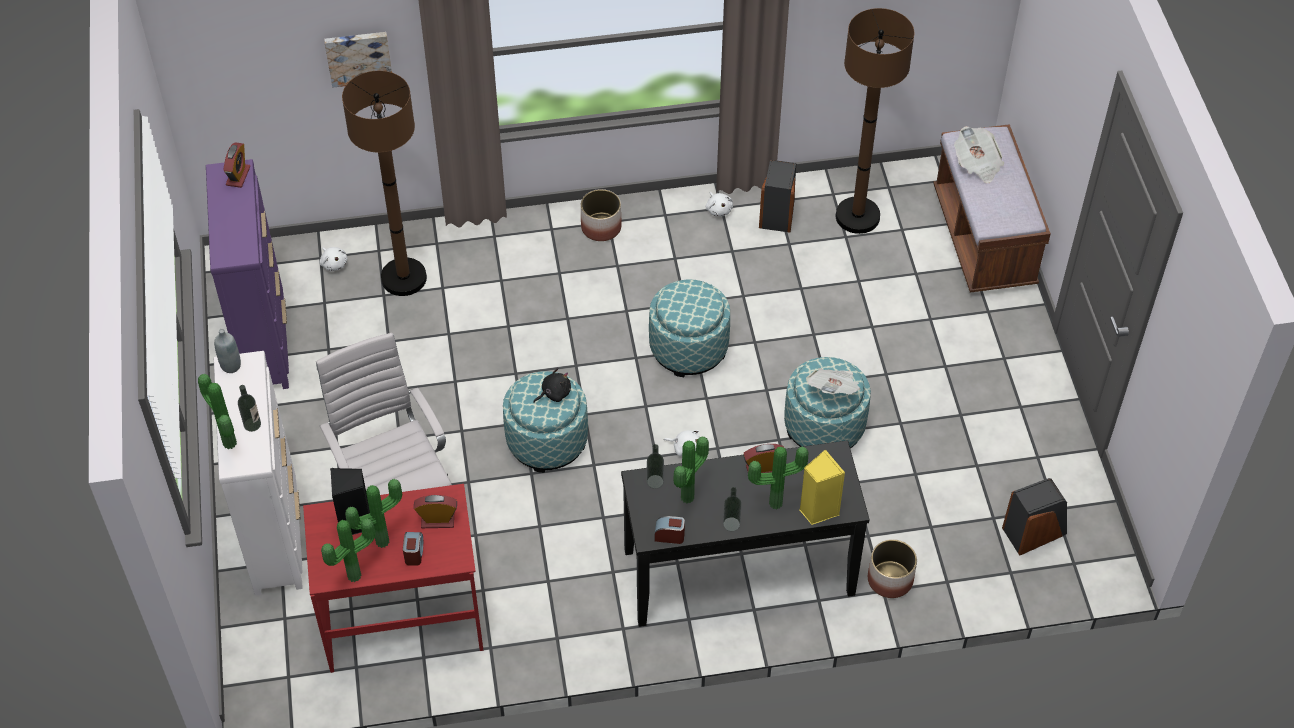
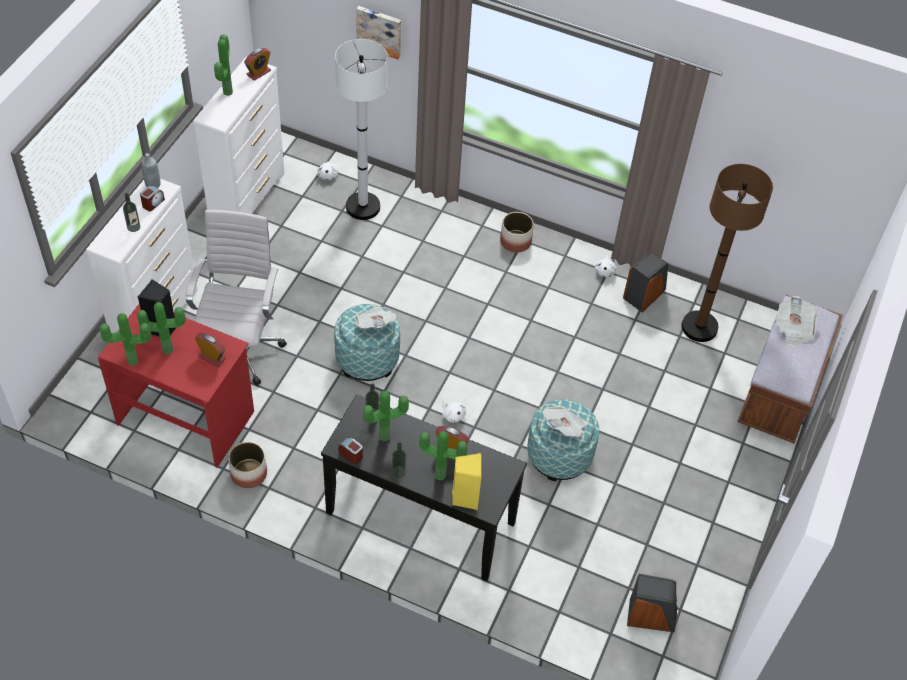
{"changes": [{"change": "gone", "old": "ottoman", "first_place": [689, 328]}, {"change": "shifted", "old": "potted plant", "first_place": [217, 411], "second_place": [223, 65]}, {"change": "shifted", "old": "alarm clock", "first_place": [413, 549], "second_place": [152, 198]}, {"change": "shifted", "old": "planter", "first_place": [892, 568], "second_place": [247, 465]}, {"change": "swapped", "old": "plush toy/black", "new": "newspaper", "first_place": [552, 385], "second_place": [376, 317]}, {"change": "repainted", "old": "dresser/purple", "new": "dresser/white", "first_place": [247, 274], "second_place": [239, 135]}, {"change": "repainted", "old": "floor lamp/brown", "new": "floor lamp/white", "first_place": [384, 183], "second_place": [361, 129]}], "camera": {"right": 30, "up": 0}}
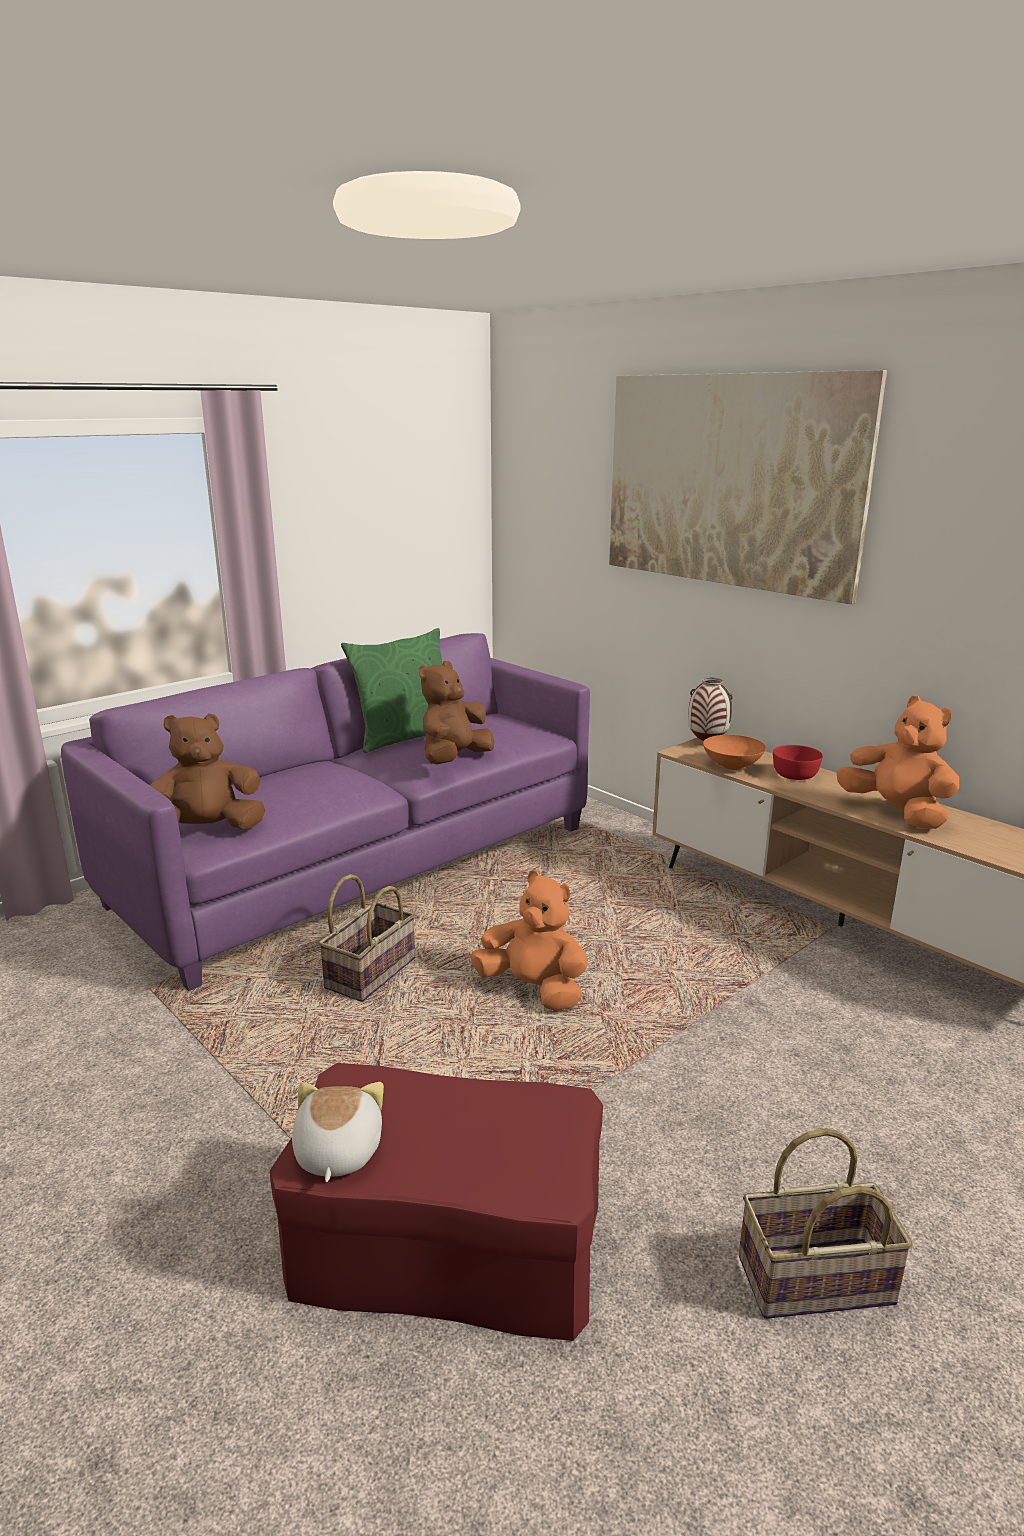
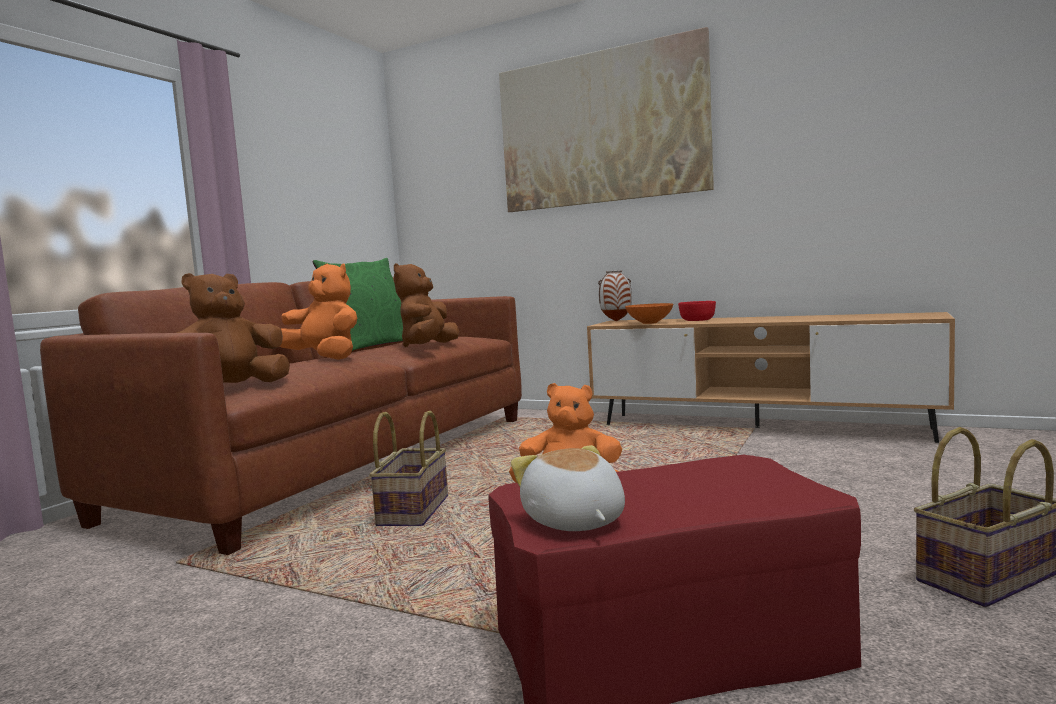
{"changes": [{"change": "shifted", "old": "plush toy/orange", "first_place": [897, 762], "second_place": [318, 311]}, {"change": "repainted", "old": "sofa/purple", "new": "sofa/brown", "first_place": [325, 812], "second_place": [281, 416]}], "camera": {"right": -20, "up": -15}}
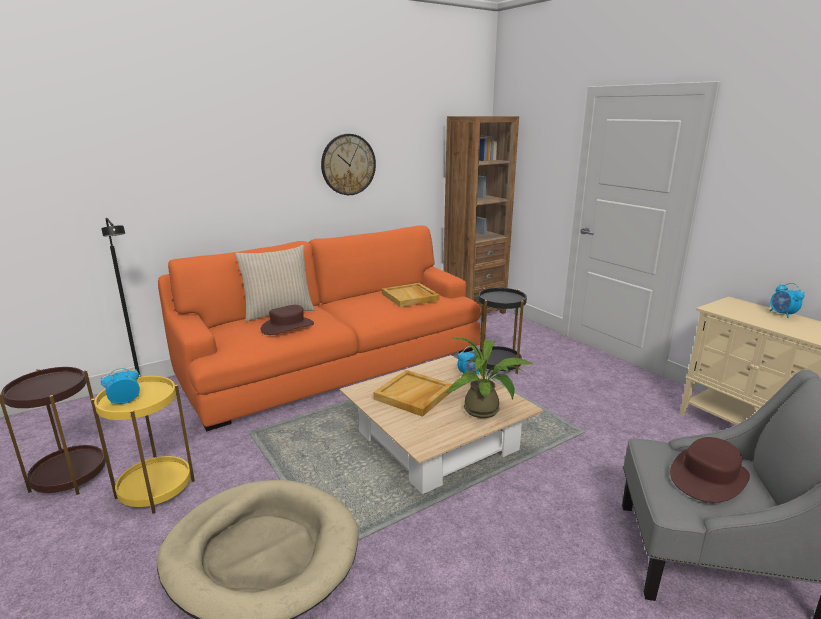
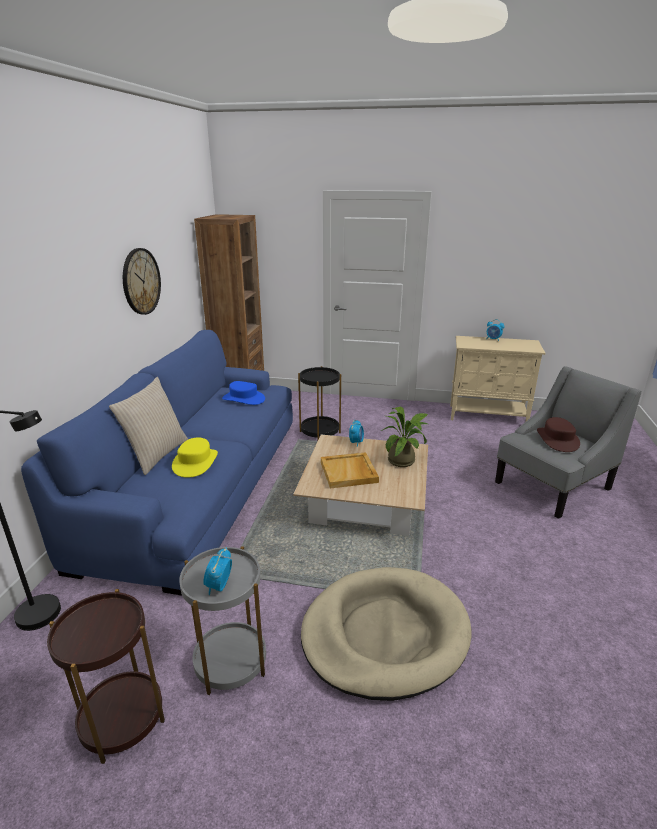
{"changes": [{"change": "swapped", "old": "tray/beige", "new": "hat/blue", "first_place": [411, 295], "second_place": [243, 393]}, {"change": "repainted", "old": "side table/yellow", "new": "side table/grey", "first_place": [143, 444], "second_place": [222, 620]}, {"change": "repainted", "old": "sofa/orange", "new": "sofa/blue", "first_place": [319, 328], "second_place": [157, 463]}, {"change": "repainted", "old": "hat/brown", "new": "hat/yellow", "first_place": [287, 320], "second_place": [195, 457]}], "camera": {"right": -45, "up": 5}}
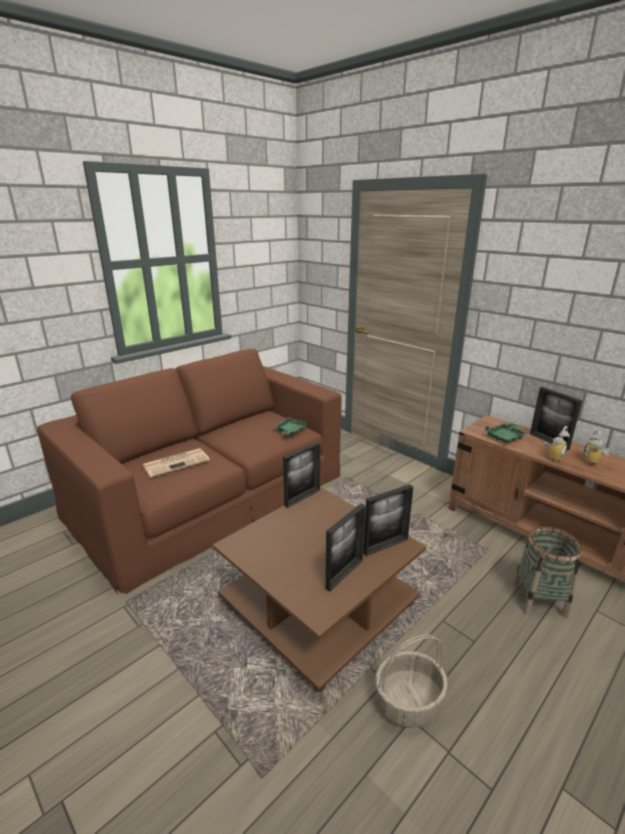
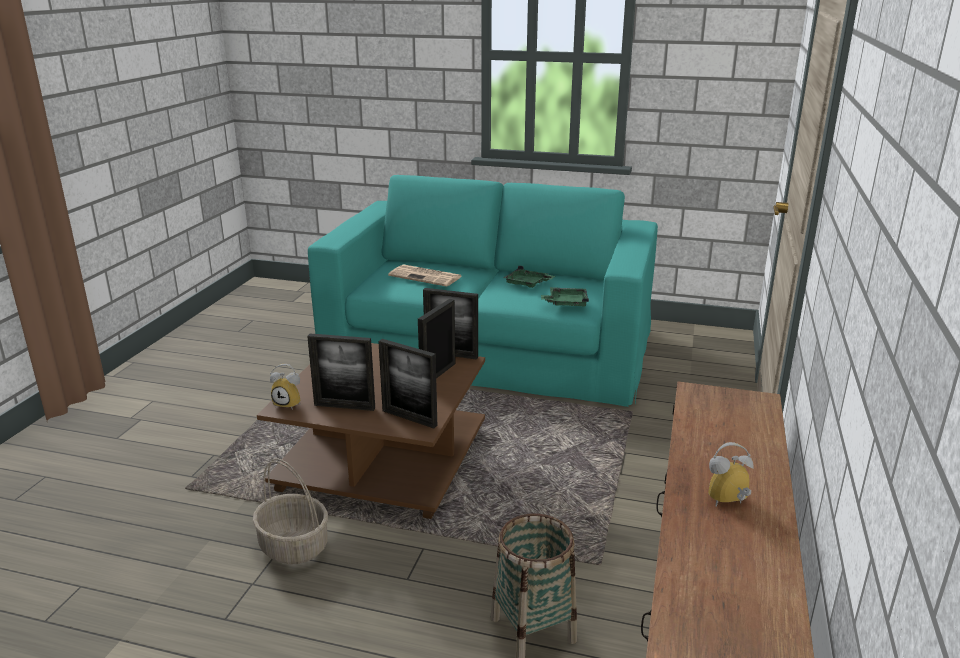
{"changes": [{"change": "shifted", "old": "tray/green", "first_place": [506, 432], "second_place": [529, 276]}, {"change": "shifted", "old": "picture frame", "first_place": [556, 418], "second_place": [437, 338]}, {"change": "shifted", "old": "alarm clock", "first_place": [557, 443], "second_place": [285, 386]}, {"change": "repainted", "old": "sofa/brown", "new": "sofa/turquoise", "first_place": [189, 471], "second_place": [483, 291]}], "camera": {"right": 60, "up": 0}}
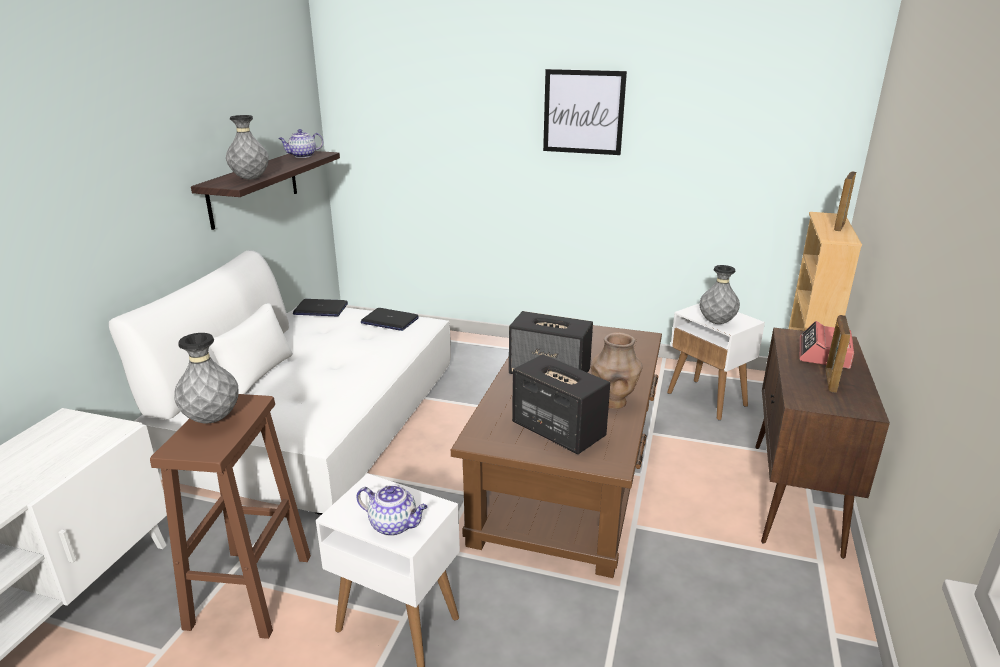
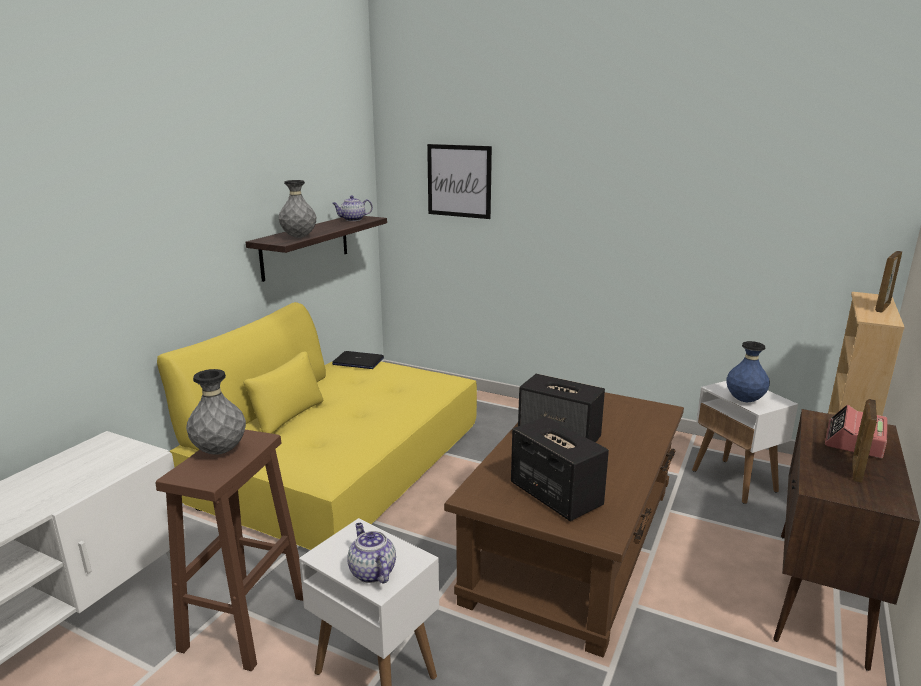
{"changes": [{"change": "gone", "old": "laptop", "first_place": [390, 319]}, {"change": "gone", "old": "vase/brown", "first_place": [617, 370]}, {"change": "shifted", "old": "picture", "first_place": [585, 112], "second_place": [459, 181]}, {"change": "repainted", "old": "sofa/white", "new": "sofa/yellow", "first_place": [280, 382], "second_place": [317, 426]}, {"change": "repainted", "old": "vase/grey", "new": "vase/blue", "first_place": [720, 294], "second_place": [748, 371]}, {"change": "rotated", "old": "teapot", "first_place": [392, 510], "second_place": [371, 553], "degrees": -150}], "camera": {"right": 10, "up": -5}}
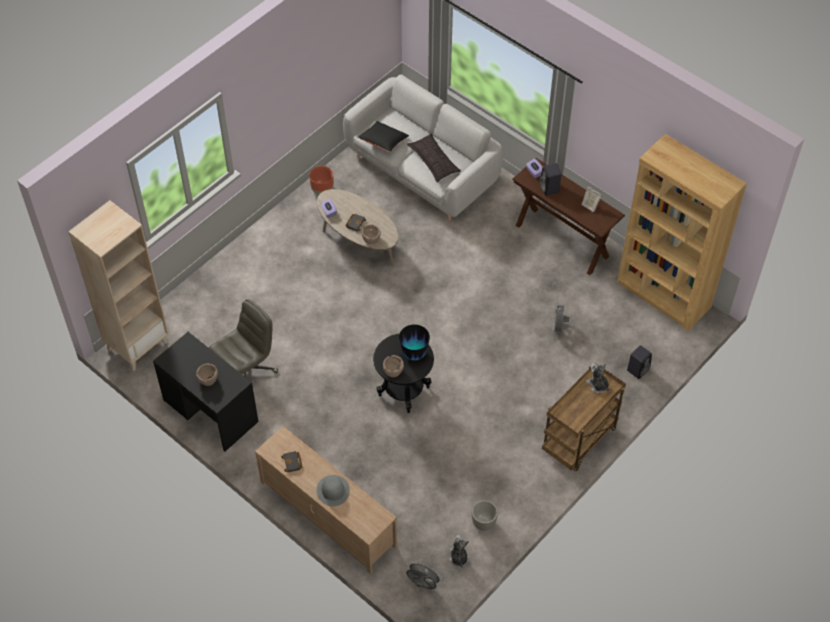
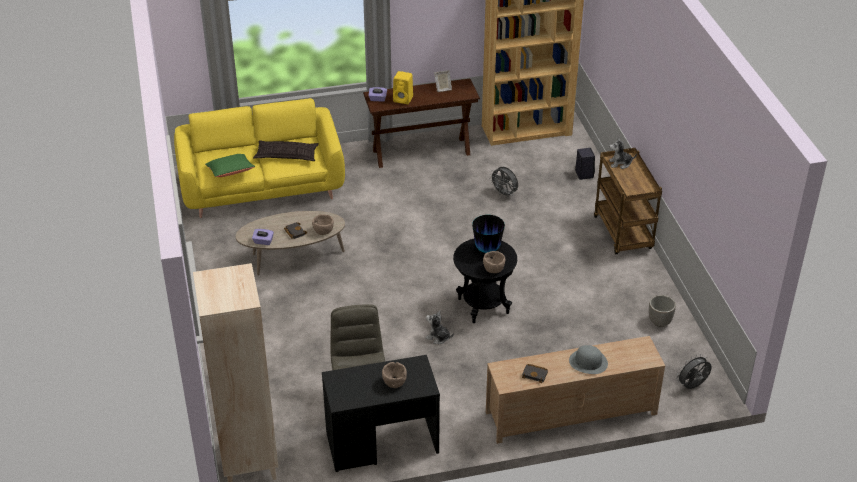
{"changes": [{"change": "gone", "old": "planter/brown", "first_place": [321, 180]}, {"change": "shifted", "old": "plush toy", "first_place": [459, 551], "second_place": [440, 327]}, {"change": "repainted", "old": "sofa/grey", "new": "sofa/yellow", "first_place": [423, 147], "second_place": [259, 158]}, {"change": "repainted", "old": "pillow/black", "new": "pillow/green", "first_place": [383, 136], "second_place": [230, 165]}, {"change": "repainted", "old": "speaker/black", "new": "speaker/yellow", "first_place": [550, 179], "second_place": [403, 87]}], "camera": {"right": -55, "up": -15}}
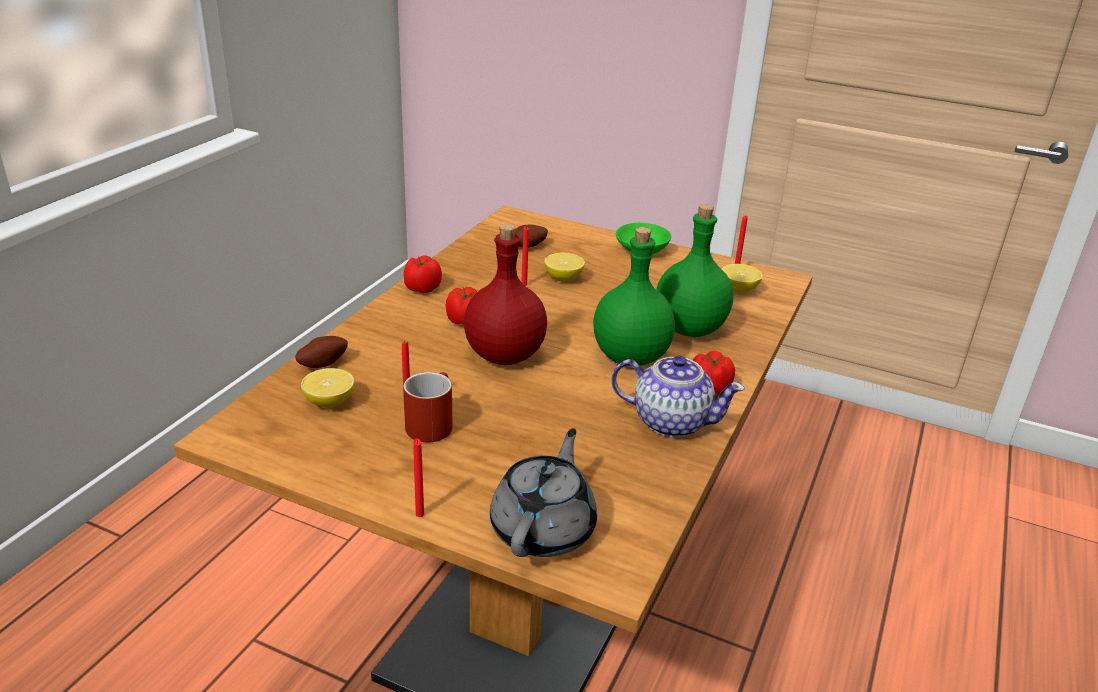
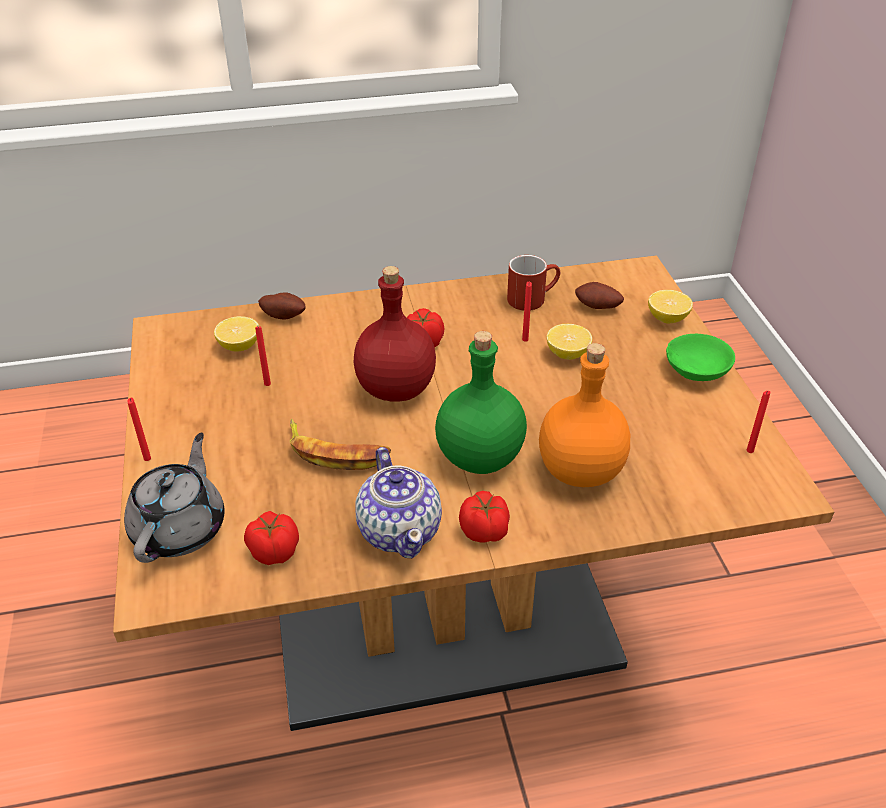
{"changes": [{"change": "new", "new": "banana", "second_place": [340, 444]}, {"change": "shifted", "old": "mug/red", "first_place": [427, 407], "second_place": [533, 282]}, {"change": "shifted", "old": "tomato", "first_place": [423, 274], "second_place": [271, 538]}, {"change": "shifted", "old": "lemon", "first_place": [742, 278], "second_place": [670, 307]}, {"change": "repainted", "old": "bottle/green", "new": "bottle/orange", "first_place": [694, 270], "second_place": [584, 415]}, {"change": "rotated", "old": "teapot/grey", "first_place": [543, 492], "second_place": [174, 498], "degrees": -60}], "camera": {"right": 55, "up": 10}}
